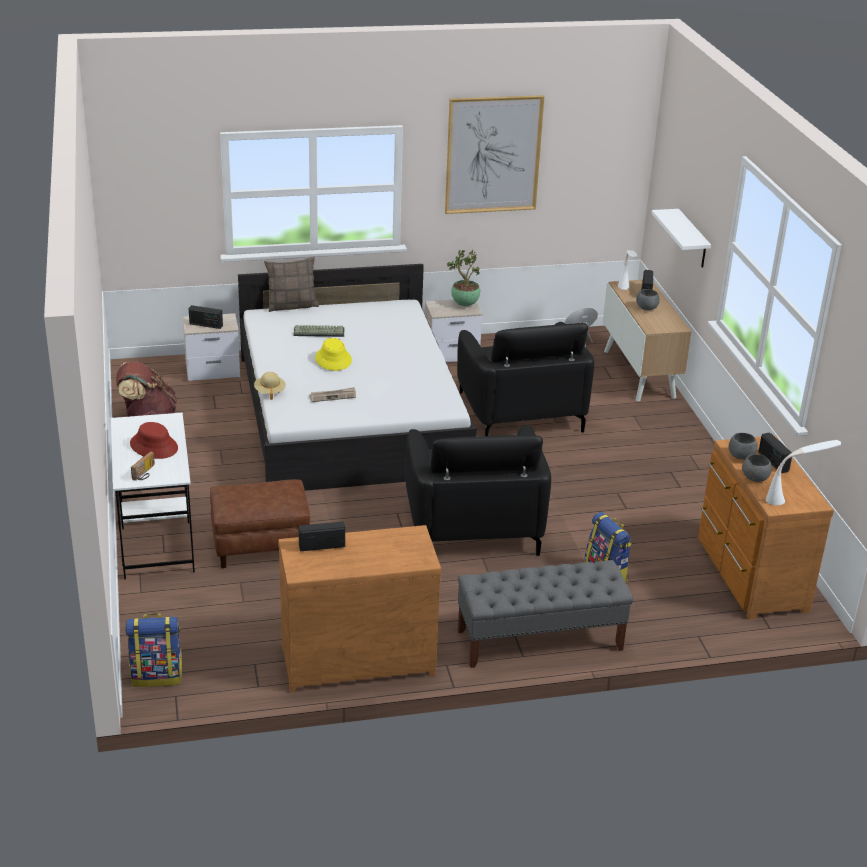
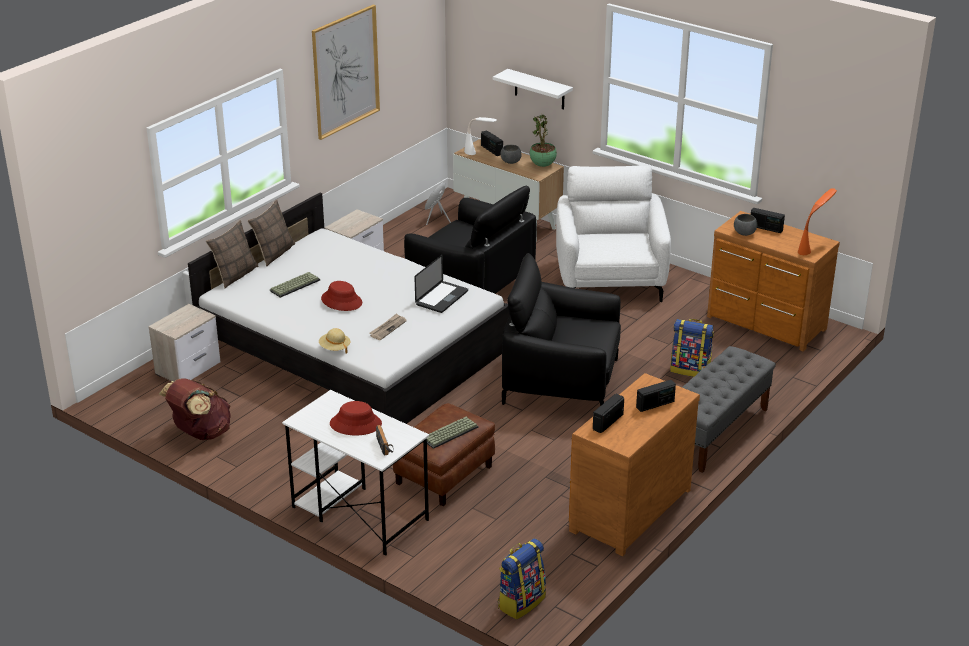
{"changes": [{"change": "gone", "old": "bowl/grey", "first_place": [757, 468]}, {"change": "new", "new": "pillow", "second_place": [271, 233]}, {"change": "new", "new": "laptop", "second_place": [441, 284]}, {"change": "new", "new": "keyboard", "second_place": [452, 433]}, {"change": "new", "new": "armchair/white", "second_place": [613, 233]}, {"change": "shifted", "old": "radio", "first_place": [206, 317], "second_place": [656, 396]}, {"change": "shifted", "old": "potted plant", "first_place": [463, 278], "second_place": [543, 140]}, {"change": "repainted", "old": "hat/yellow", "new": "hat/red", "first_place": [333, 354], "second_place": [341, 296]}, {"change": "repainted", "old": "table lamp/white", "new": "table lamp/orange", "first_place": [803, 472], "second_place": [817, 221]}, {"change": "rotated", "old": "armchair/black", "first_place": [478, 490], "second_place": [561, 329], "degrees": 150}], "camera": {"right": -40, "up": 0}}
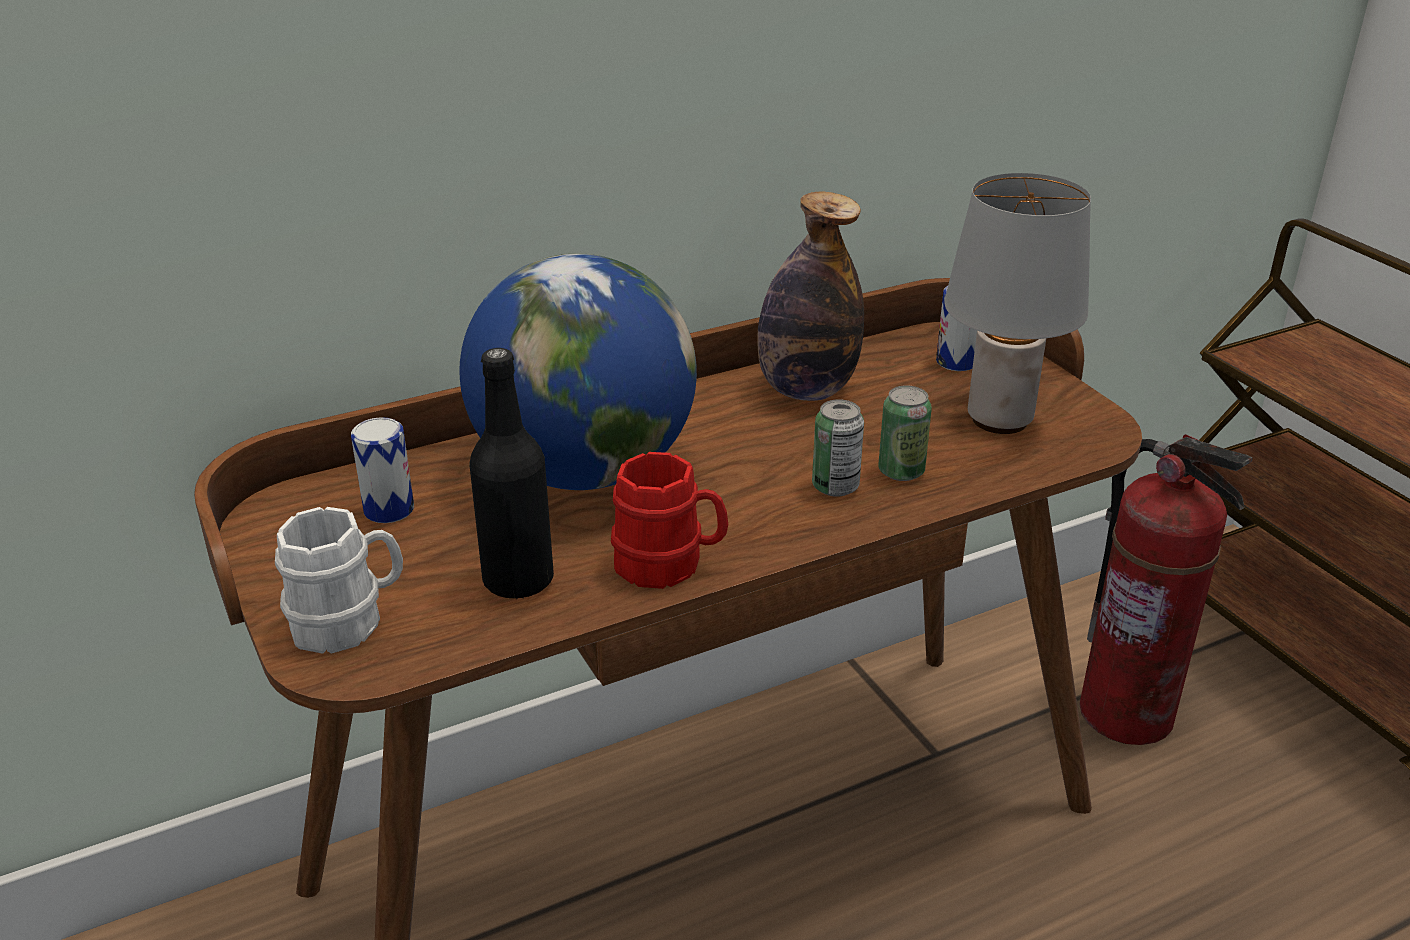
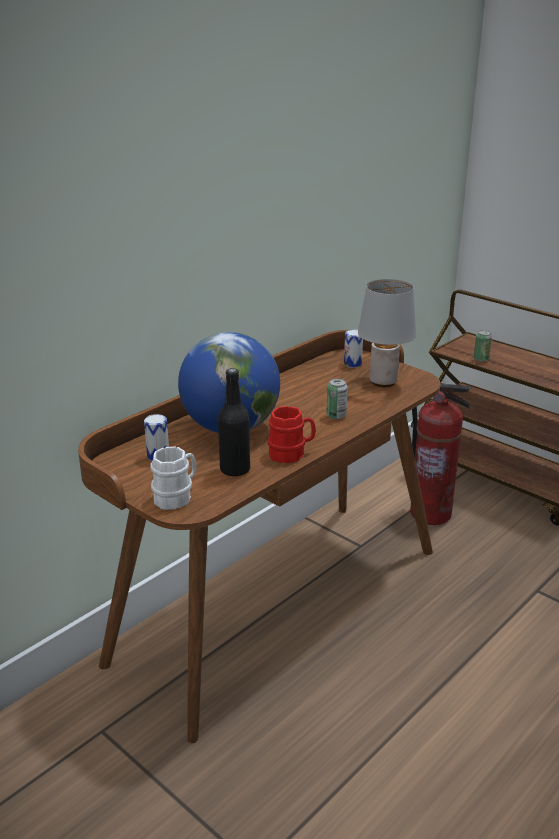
{"changes": [{"change": "gone", "old": "bottle", "first_place": [810, 296]}, {"change": "shifted", "old": "can", "first_place": [905, 433], "second_place": [483, 346]}], "camera": {"right": -20, "up": -5}}
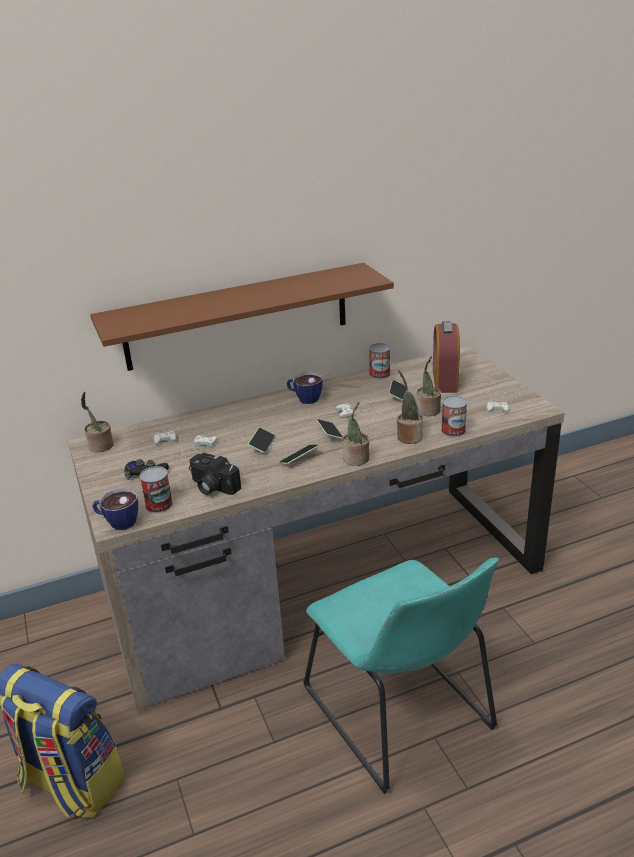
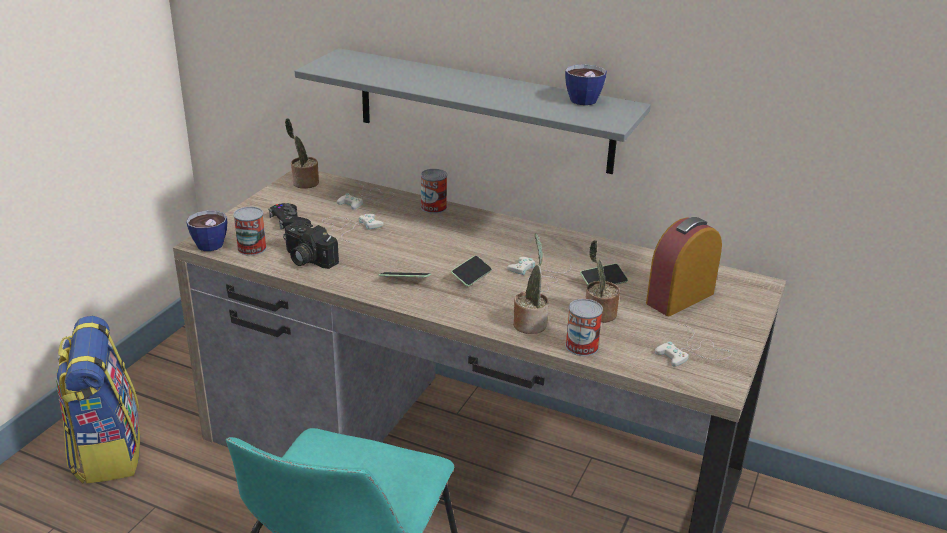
{"changes": [{"change": "gone", "old": "phone", "first_place": [261, 440]}, {"change": "gone", "old": "potted plant", "first_place": [355, 434]}, {"change": "shifted", "old": "cup", "first_place": [305, 388], "second_place": [586, 84]}, {"change": "shifted", "old": "can", "first_place": [379, 361], "second_place": [434, 191]}, {"change": "repainted", "old": "shelf/brown", "new": "shelf/grey", "first_place": [242, 317], "second_place": [473, 111]}, {"change": "rotated", "old": "photo camera", "first_place": [215, 474], "second_place": [311, 245], "degrees": -45}], "camera": {"right": 45, "up": 0}}
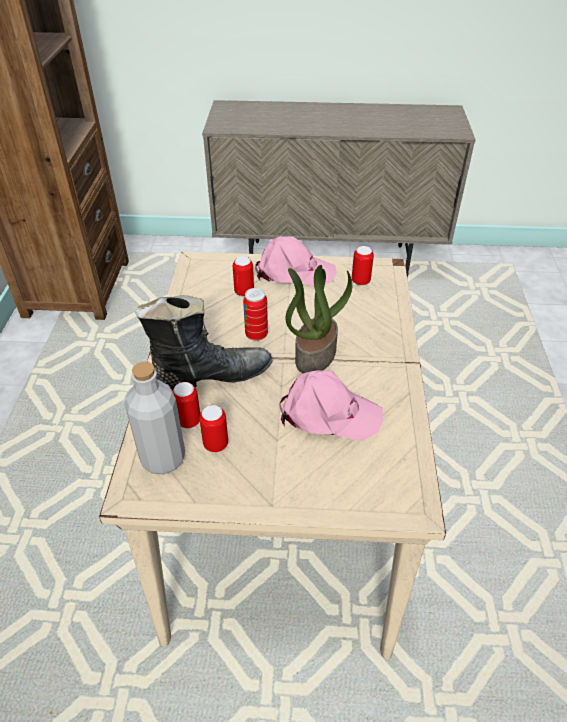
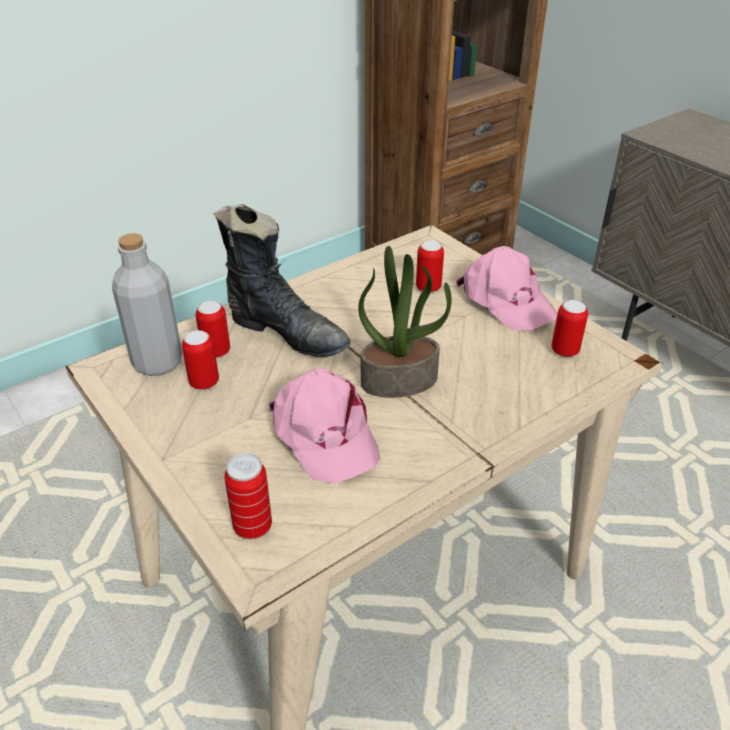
{"changes": [{"change": "shifted", "old": "can", "first_place": [255, 314], "second_place": [248, 496]}], "camera": {"right": 50, "up": -5}}
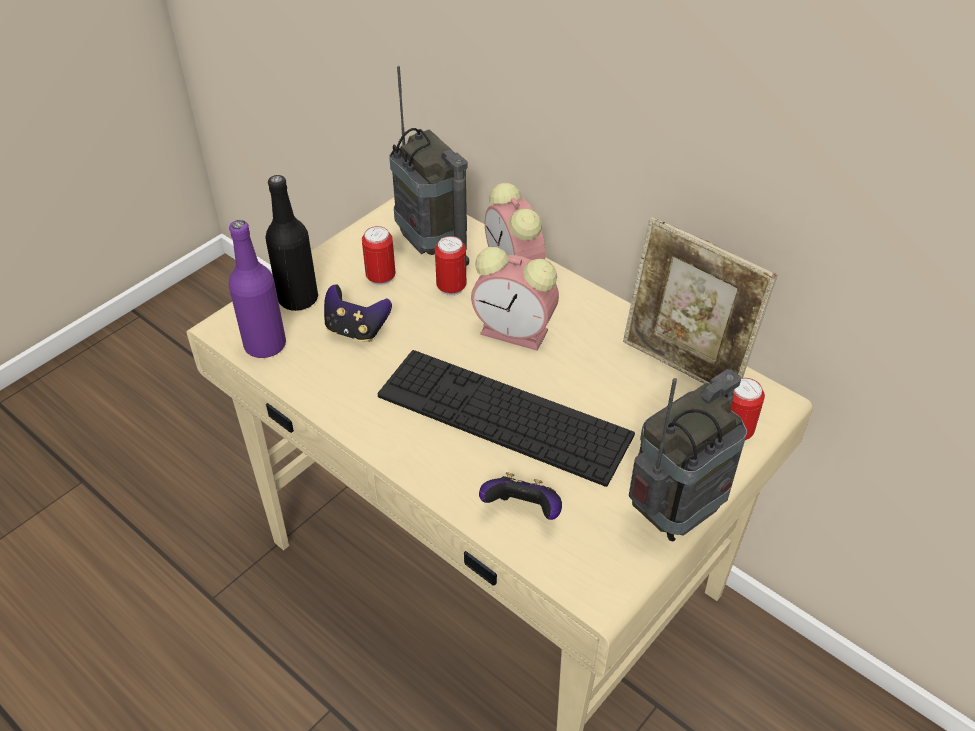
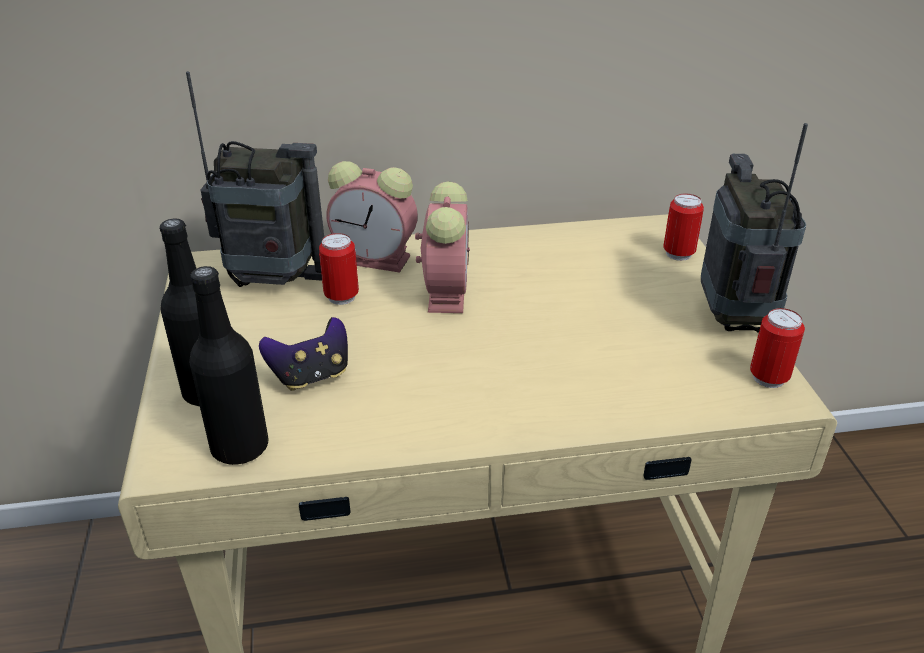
{"changes": [{"change": "gone", "old": "keyboard", "first_place": [506, 418]}, {"change": "gone", "old": "game controller", "first_place": [520, 496]}, {"change": "gone", "old": "picture frame", "first_place": [700, 300]}, {"change": "shifted", "old": "can", "first_place": [379, 256], "second_place": [777, 348]}, {"change": "repainted", "old": "bottle/purple", "new": "bottle/black", "first_place": [257, 289], "second_place": [229, 365]}, {"change": "rotated", "old": "alarm clock", "first_place": [515, 299], "second_place": [442, 247], "degrees": -60}], "camera": {"right": -50, "up": -10}}
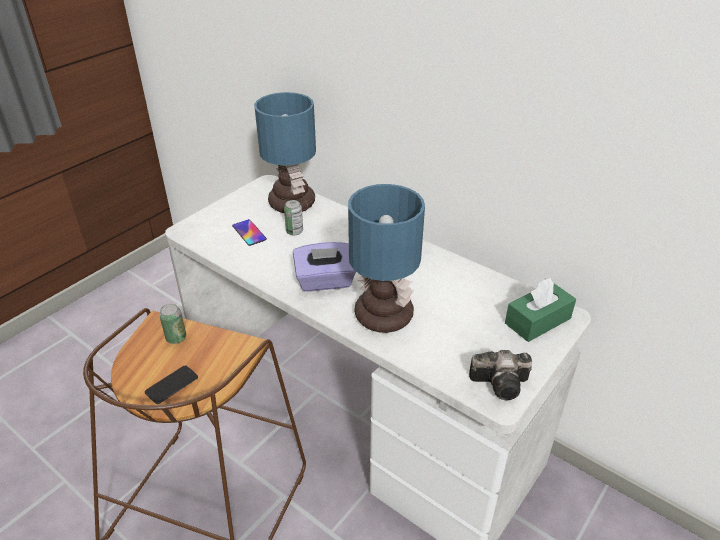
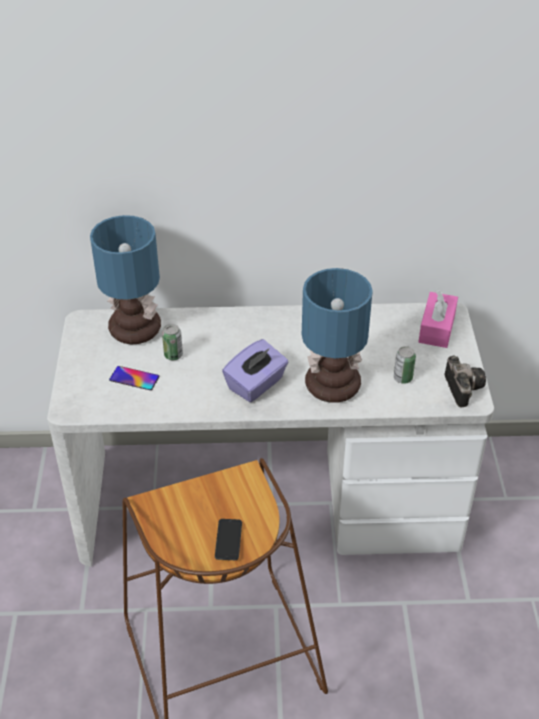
{"changes": [{"change": "shifted", "old": "can", "first_place": [172, 324], "second_place": [405, 365]}, {"change": "repainted", "old": "tissue box/green", "new": "tissue box/pink", "first_place": [540, 310], "second_place": [438, 319]}, {"change": "rotated", "old": "photo camera", "first_place": [500, 375], "second_place": [465, 381], "degrees": -60}], "camera": {"right": -40, "up": 5}}
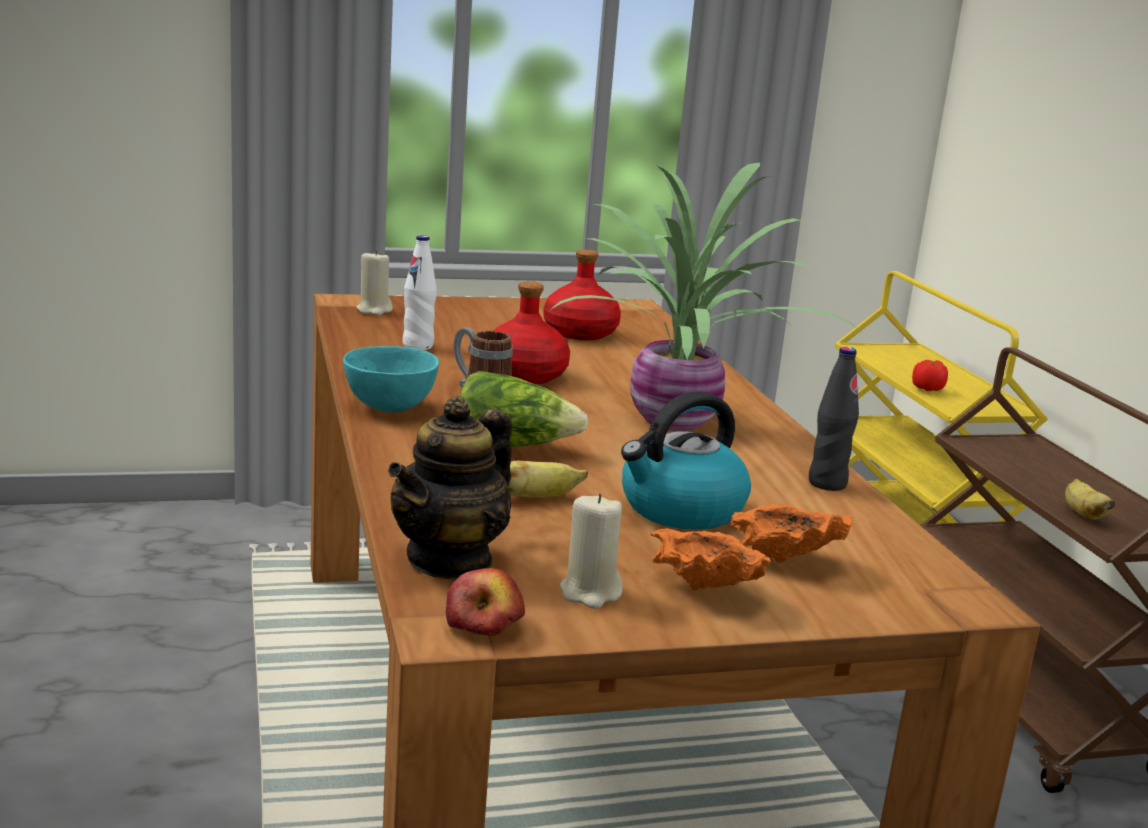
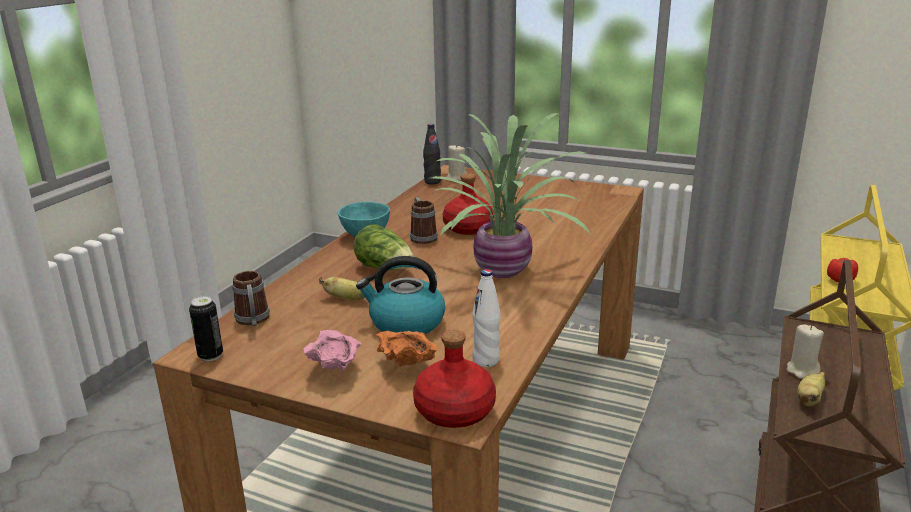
{"changes": [{"change": "shifted", "old": "bottle/white", "first_place": [419, 292], "second_place": [486, 318]}, {"change": "shifted", "old": "bottle/red", "first_place": [582, 294], "second_place": [454, 378]}, {"change": "shifted", "old": "candle/beige", "first_place": [591, 551], "second_place": [805, 352]}, {"change": "shifted", "old": "bottle/black", "first_place": [834, 419], "second_place": [432, 154]}, {"change": "swapped", "old": "teapot", "new": "mug", "first_place": [450, 487], "second_place": [251, 298]}, {"change": "swapped", "old": "apple", "new": "can", "first_place": [485, 602], "second_place": [206, 328]}, {"change": "repainted", "old": "bowl/orange", "new": "bowl/pink", "first_place": [710, 559], "second_place": [332, 350]}], "camera": {"right": 40, "up": 5}}
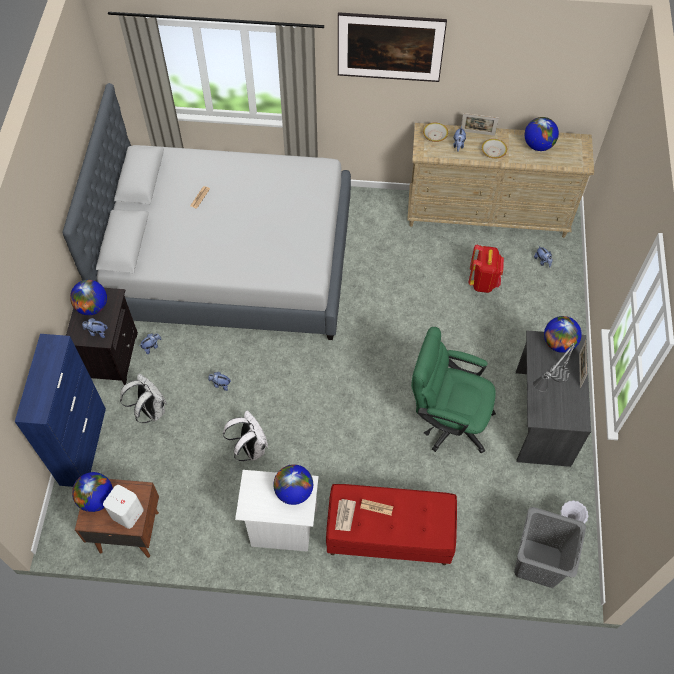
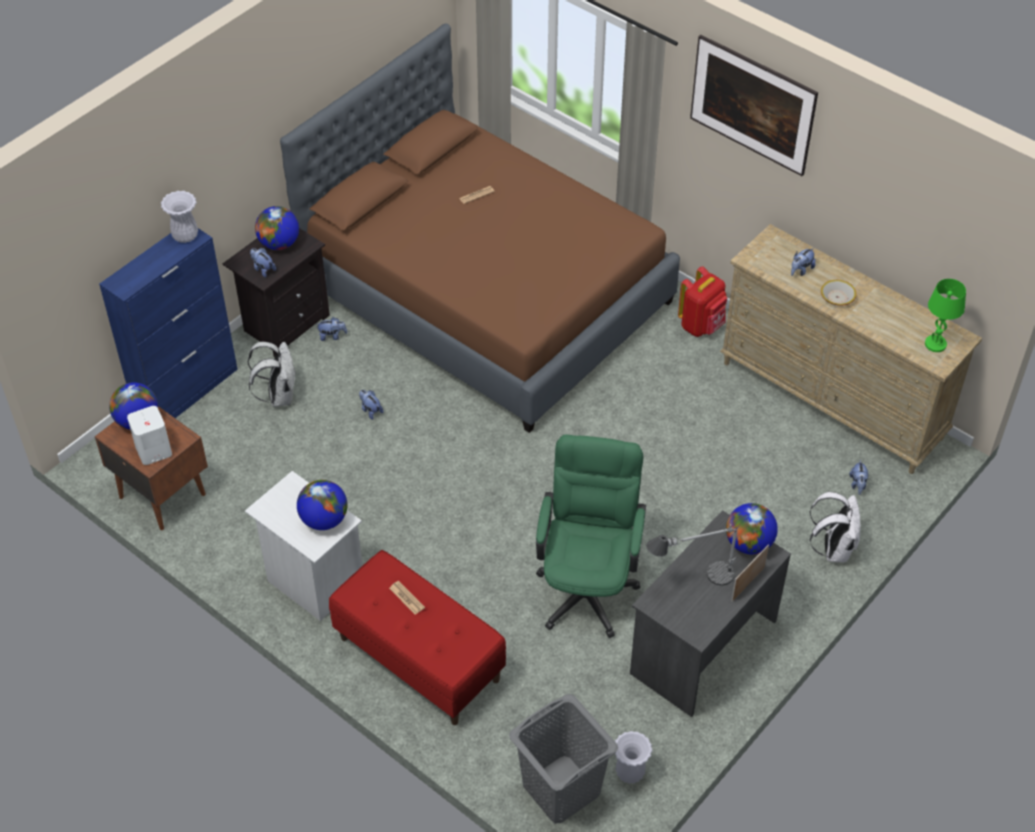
{"changes": [{"change": "gone", "old": "newspaper", "first_place": [345, 515]}, {"change": "gone", "old": "bowl", "first_place": [435, 132]}, {"change": "gone", "old": "picture frame", "first_place": [480, 124]}, {"change": "gone", "old": "globe", "first_place": [542, 134]}, {"change": "new", "new": "vase/white", "second_place": [179, 217]}, {"change": "new", "new": "table lamp/green", "second_place": [945, 315]}, {"change": "shifted", "old": "backpack/white", "first_place": [245, 435], "second_place": [835, 527]}, {"change": "shifted", "old": "backpack/red", "first_place": [486, 269], "second_place": [702, 301]}, {"change": "repainted", "old": "bed/grey", "new": "bed/brown", "first_place": [206, 211], "second_place": [480, 228]}, {"change": "rotated", "old": "office chair/green", "first_place": [453, 390], "second_place": [591, 536], "degrees": 45}], "camera": {"right": 35, "up": -10}}
